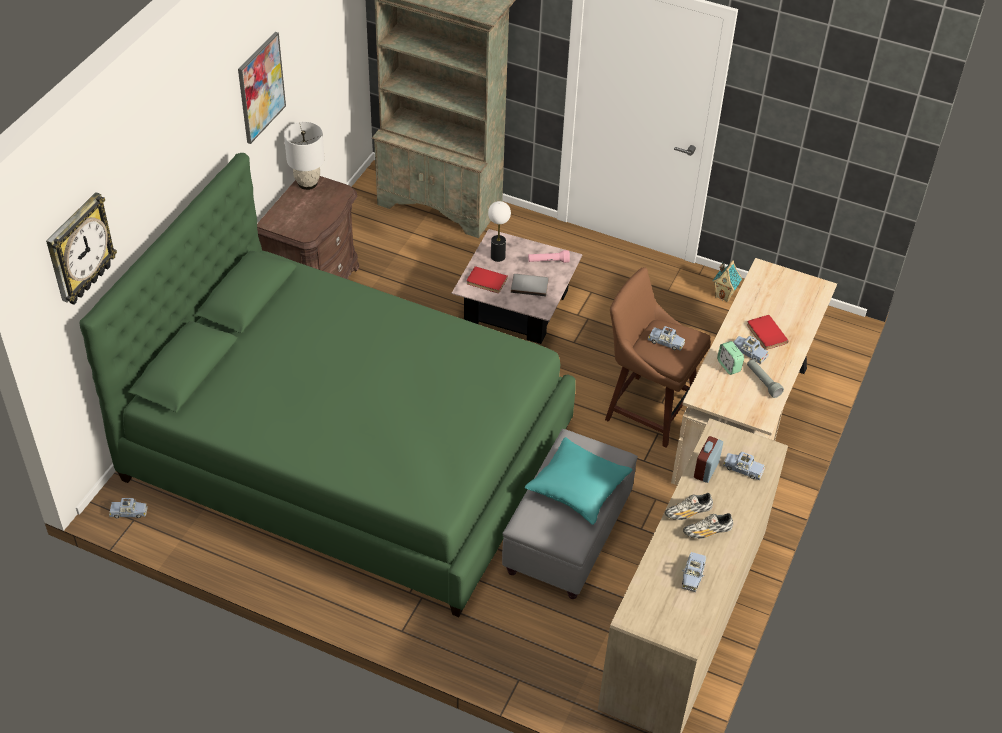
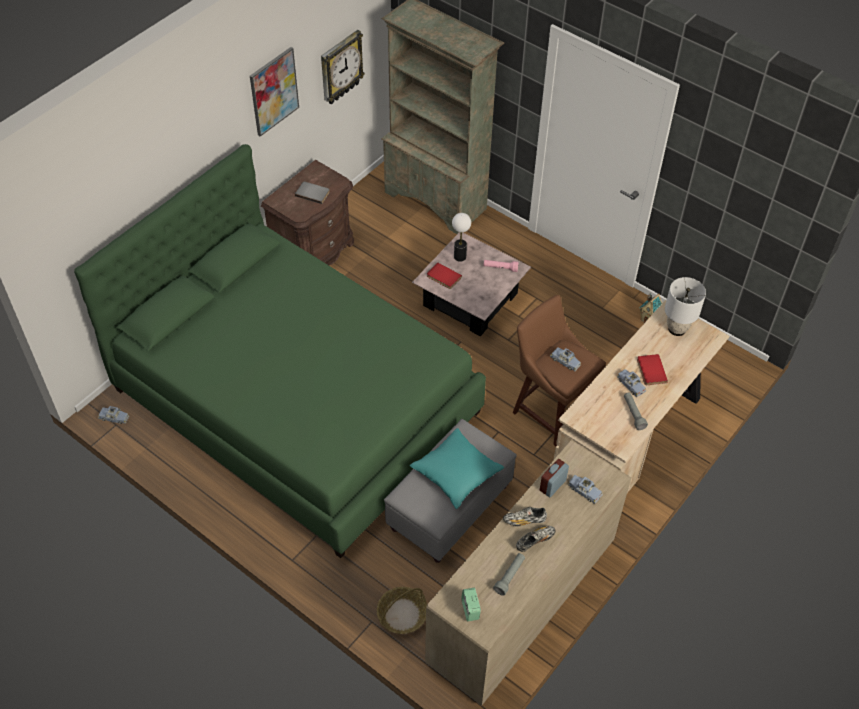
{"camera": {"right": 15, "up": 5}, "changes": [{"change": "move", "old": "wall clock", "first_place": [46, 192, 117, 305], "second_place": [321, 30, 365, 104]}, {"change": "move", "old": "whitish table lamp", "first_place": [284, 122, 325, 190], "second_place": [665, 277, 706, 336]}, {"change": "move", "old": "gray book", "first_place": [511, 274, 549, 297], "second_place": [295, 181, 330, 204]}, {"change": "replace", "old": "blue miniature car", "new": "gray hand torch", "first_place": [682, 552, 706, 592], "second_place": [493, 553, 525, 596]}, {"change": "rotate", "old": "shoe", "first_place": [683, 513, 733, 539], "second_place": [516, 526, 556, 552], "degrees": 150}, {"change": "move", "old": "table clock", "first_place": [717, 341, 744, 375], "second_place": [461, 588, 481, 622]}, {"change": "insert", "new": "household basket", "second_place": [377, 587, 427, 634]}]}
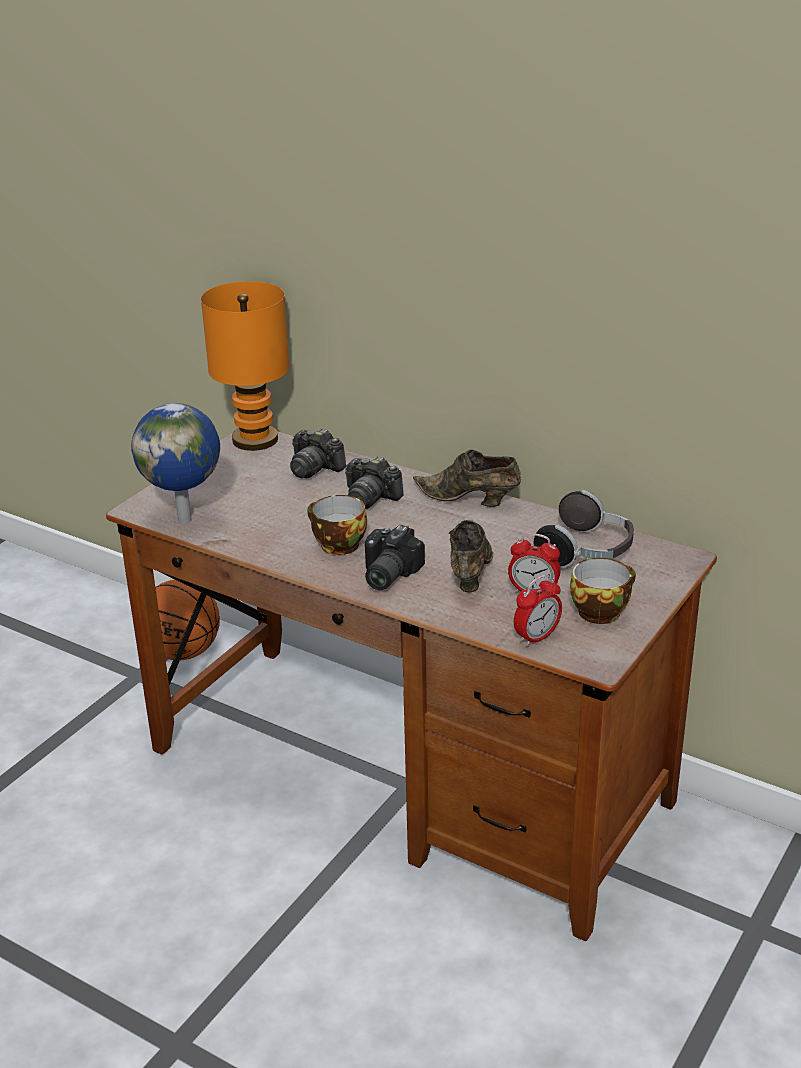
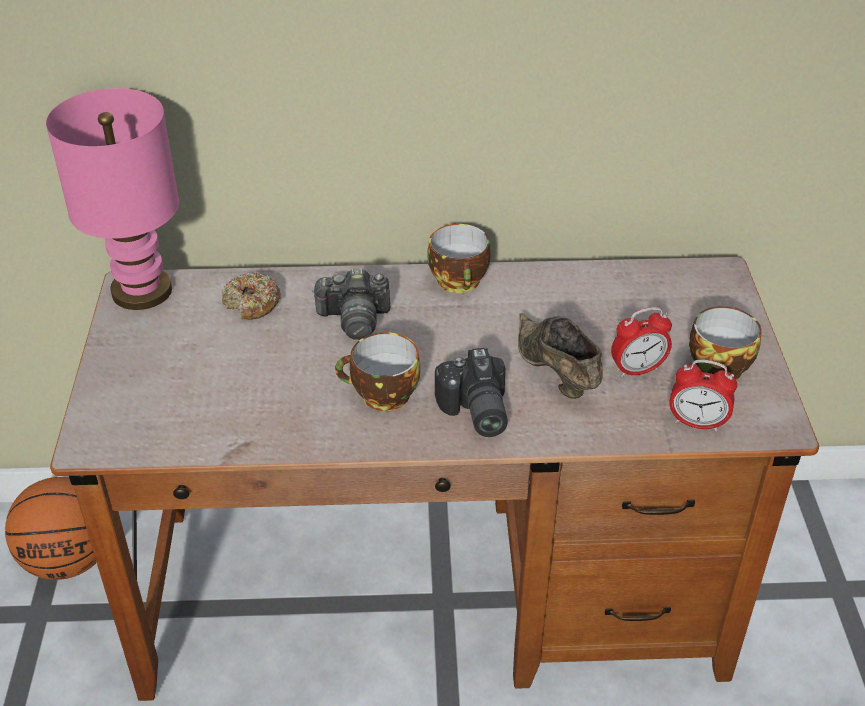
{"camera": {"right": -35, "up": 10}, "changes": [{"change": "delete", "old": "globe", "first_place": [131, 403, 220, 524]}, {"change": "recolor", "old": "orange table lamp", "new": "pinkish table lamp", "first_place": [201, 281, 290, 451], "second_place": [46, 88, 179, 310]}, {"change": "replace", "old": "photo camera", "new": "doughnut", "first_place": [290, 428, 346, 478], "second_place": [222, 272, 281, 320]}, {"change": "replace", "old": "brown-coloured shoe", "new": "drinking cup", "first_place": [413, 449, 521, 507], "second_place": [427, 224, 490, 293]}, {"change": "rotate", "old": "table clock", "first_place": [514, 574, 562, 647], "second_place": [669, 359, 737, 432], "degrees": 90}, {"change": "delete", "old": "headphones", "first_place": [534, 490, 634, 569]}]}
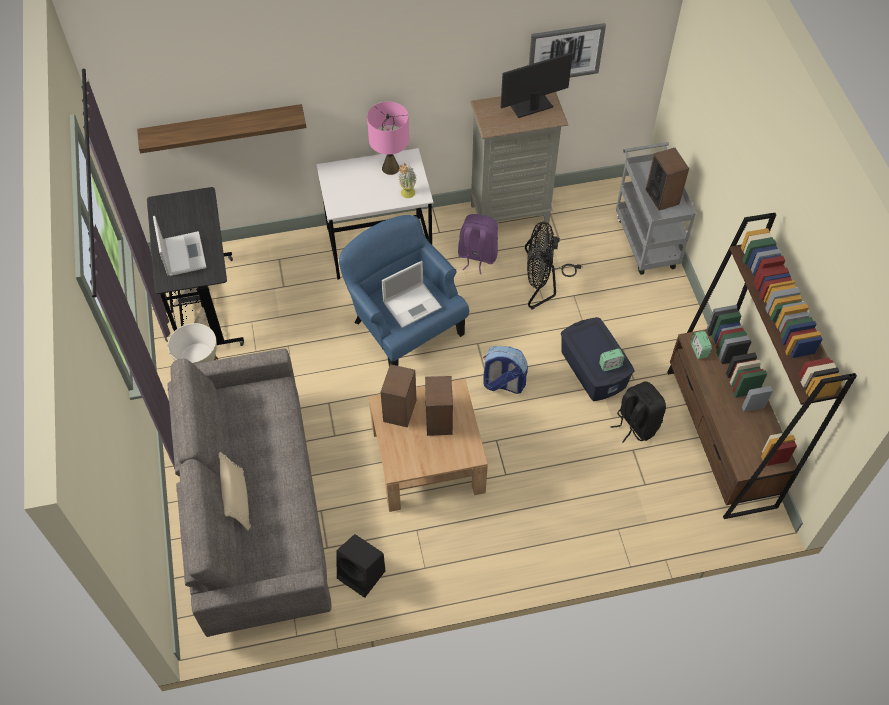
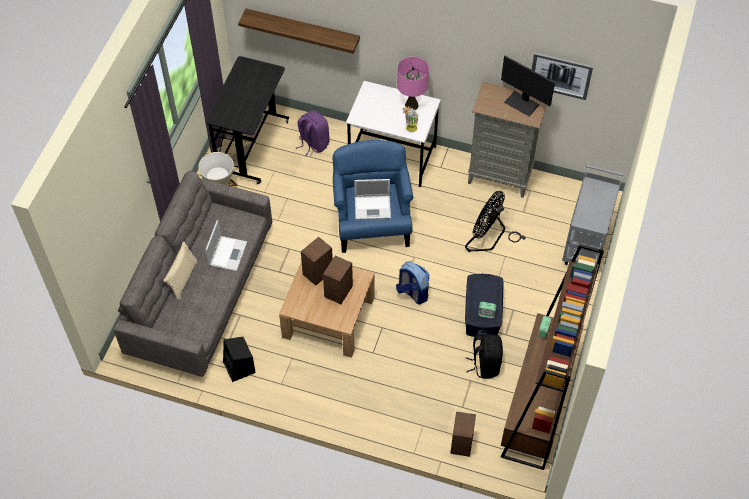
{"camera": {"right": 30, "up": 0}, "changes": [{"change": "move", "old": "laptop", "first_place": [153, 216, 206, 276], "second_place": [205, 220, 247, 271]}, {"change": "move", "old": "purplish knapsack", "first_place": [458, 214, 498, 274], "second_place": [296, 110, 330, 156]}, {"change": "rotate", "old": "computer display", "first_place": [501, 52, 573, 118], "second_place": [501, 56, 555, 117], "degrees": -150}, {"change": "move", "old": "loudspeaker", "first_place": [646, 148, 689, 210], "second_place": [450, 412, 476, 457]}]}
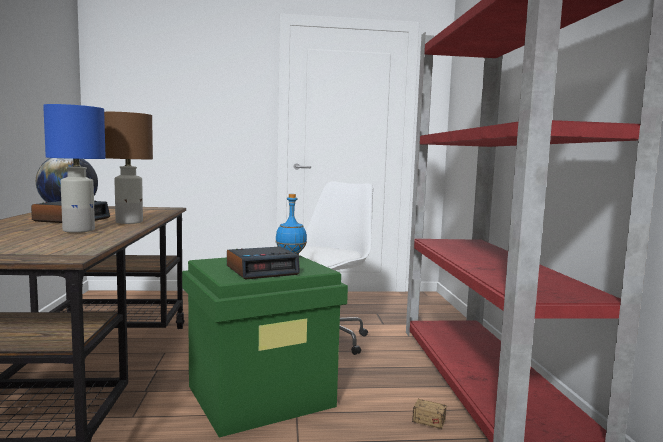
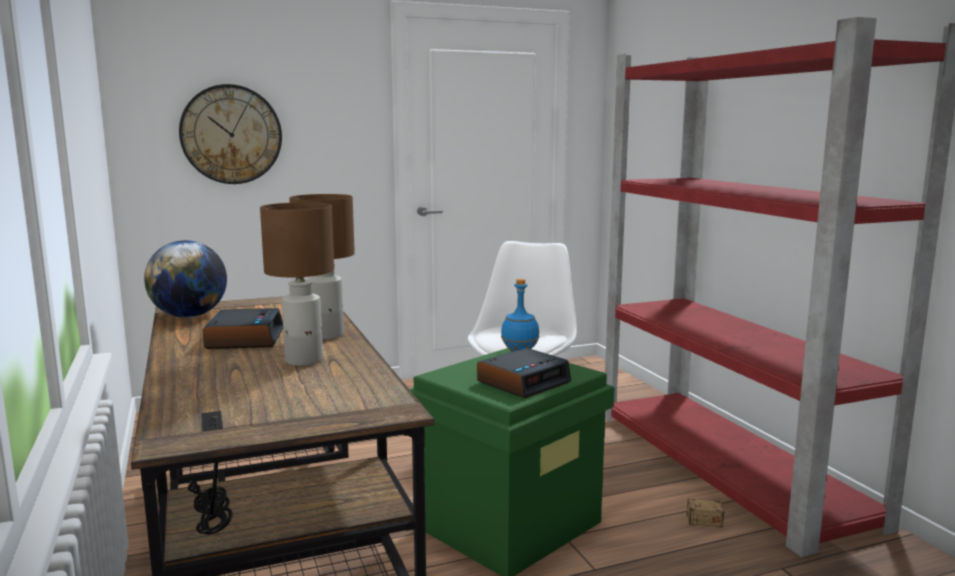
{"camera": {"right": -15, "up": 5}, "changes": [{"change": "recolor", "old": "blue table lamp", "new": "brown-coloured table lamp", "first_place": [43, 104, 106, 233], "second_place": [260, 202, 334, 366]}, {"change": "insert", "new": "wall clock", "second_place": [179, 84, 282, 184]}]}
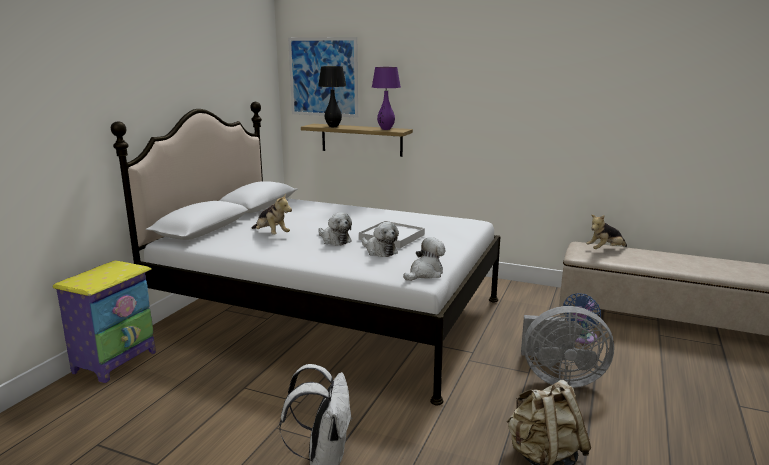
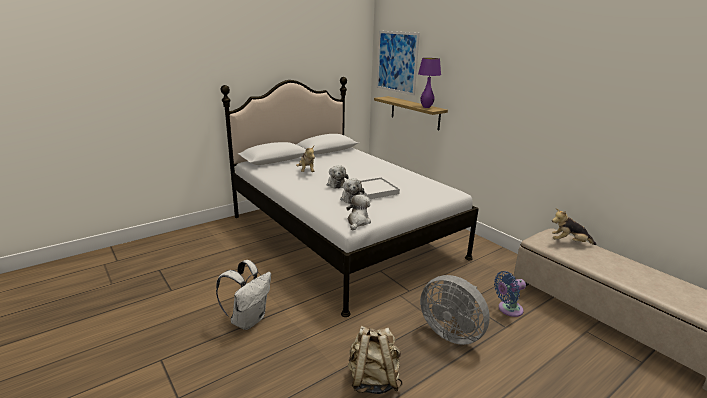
{"camera": {"right": 30, "up": 5}, "changes": [{"change": "delete", "old": "nightstand", "first_place": [53, 260, 156, 383]}, {"change": "delete", "old": "black table lamp", "first_place": [318, 66, 346, 127]}, {"change": "rotate", "old": "cuddly toy", "first_place": [403, 237, 445, 281], "second_place": [347, 195, 371, 231], "degrees": -60}]}
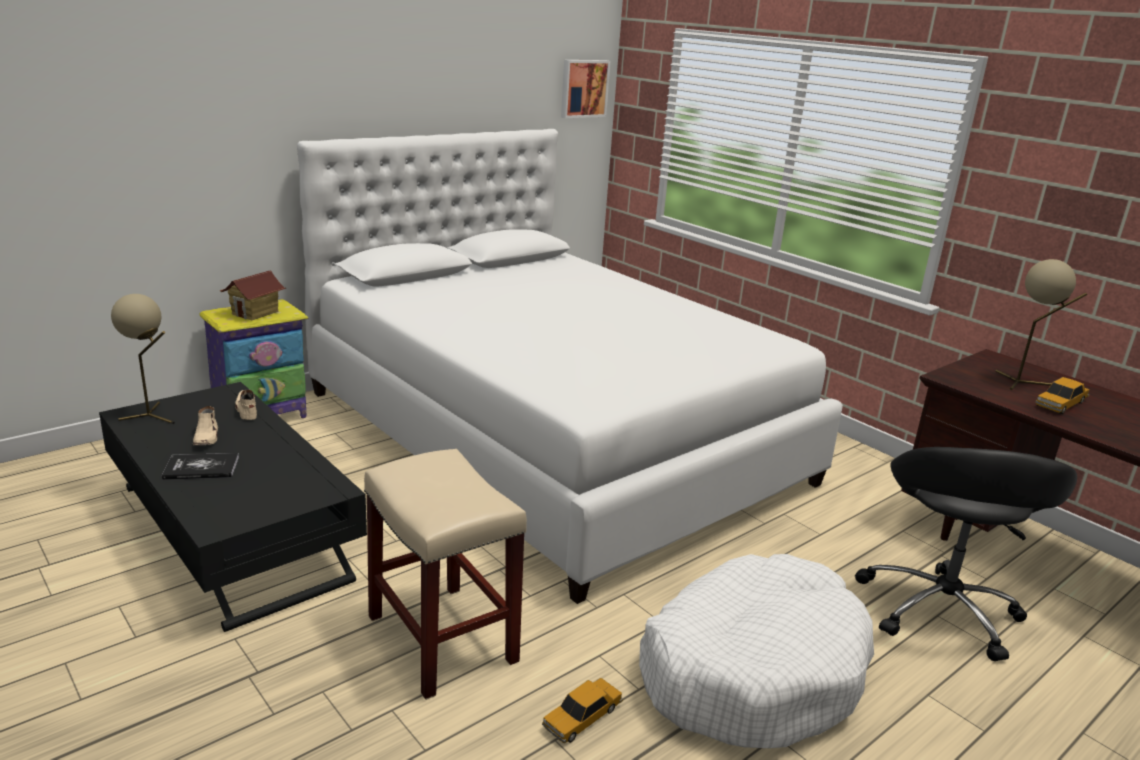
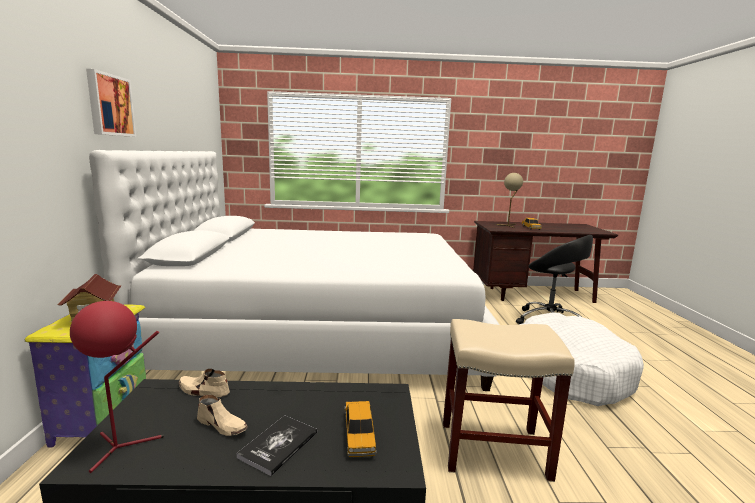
{"camera": {"right": -50, "up": -10}, "changes": [{"change": "recolor", "old": "beige-coloured table lamp", "new": "red table lamp", "first_place": [111, 294, 175, 424], "second_place": [70, 301, 164, 473]}, {"change": "move", "old": "miniature car", "first_place": [542, 678, 623, 743], "second_place": [345, 401, 376, 457]}, {"change": "move", "old": "wall art", "first_place": [561, 60, 610, 118], "second_place": [86, 69, 136, 137]}]}
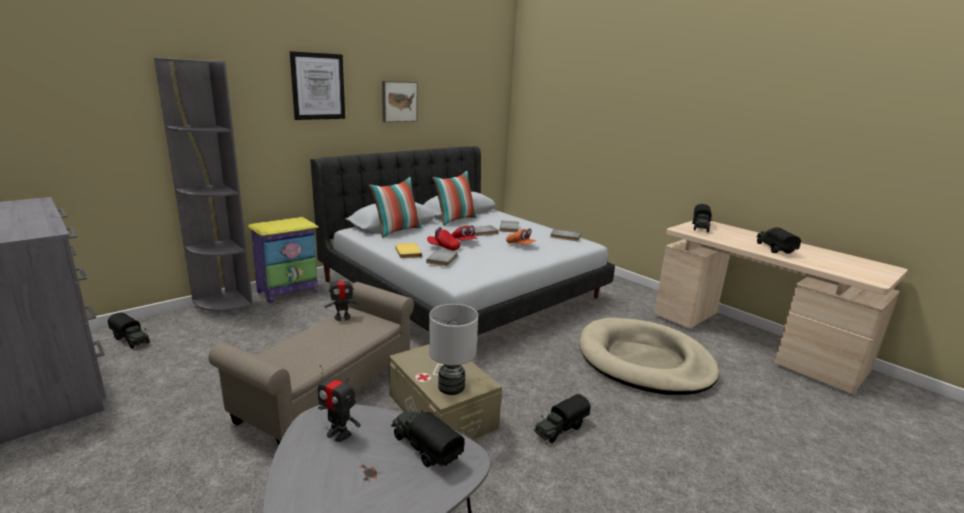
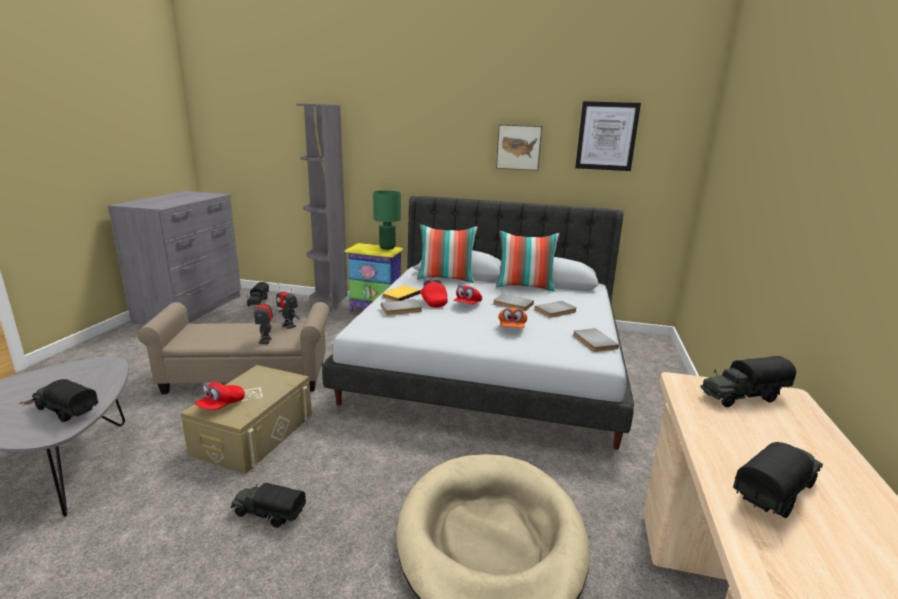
{"camera": {"right": 55, "up": 0}, "changes": [{"change": "move", "old": "wall art", "first_place": [290, 51, 345, 120], "second_place": [575, 101, 641, 171]}, {"change": "move", "old": "toy robot", "first_place": [318, 365, 361, 442], "second_place": [254, 294, 273, 344]}, {"change": "rotate", "old": "model truck", "first_place": [391, 410, 465, 467], "second_place": [32, 379, 98, 422], "degrees": -75}, {"change": "replace", "old": "gray table lamp", "new": "red peaked cap", "first_place": [429, 304, 478, 395], "second_place": [195, 382, 245, 410]}, {"change": "insert", "new": "greenish table lamp", "second_place": [373, 191, 401, 250]}]}
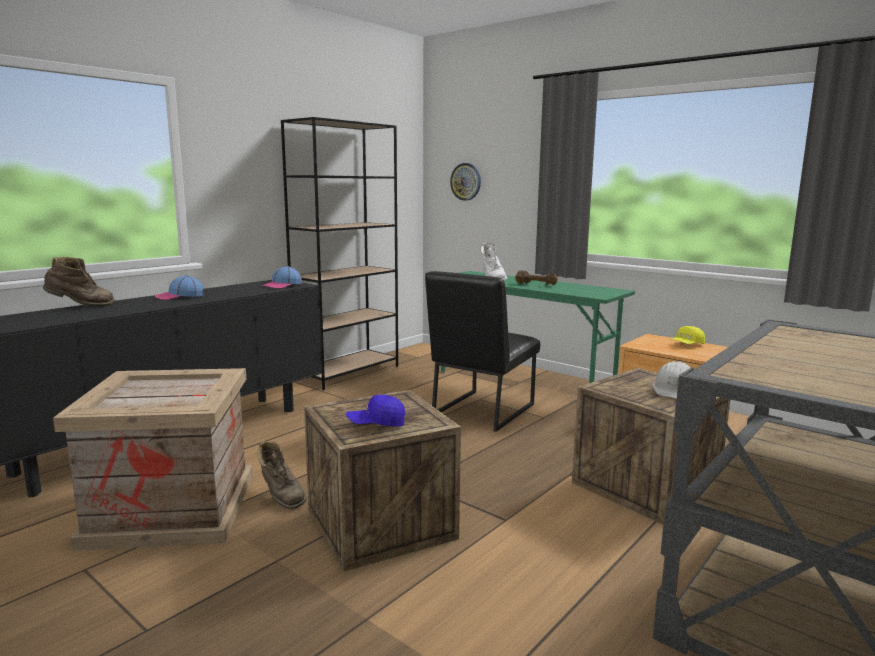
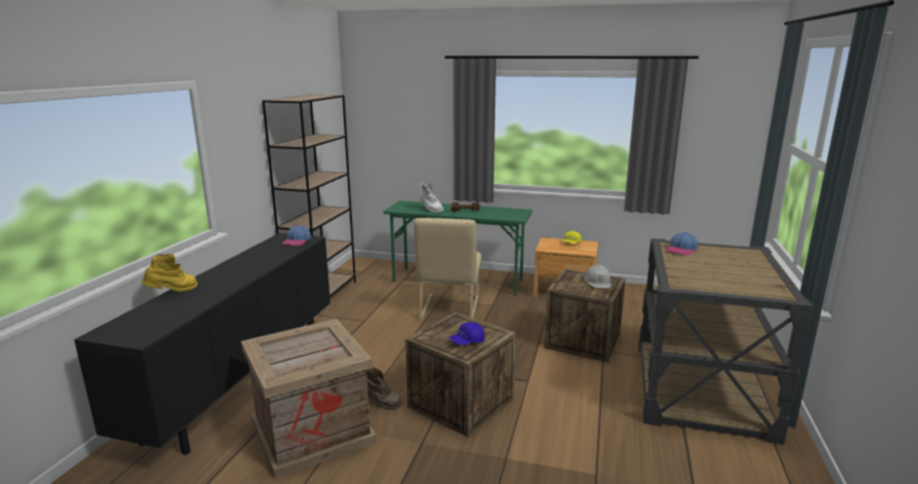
{"camera": {"right": -25, "up": 5}, "changes": [{"change": "recolor", "old": "brown-coloured tall boot", "new": "yellowish tall boot", "first_place": [43, 257, 114, 307], "second_place": [142, 253, 198, 292]}, {"change": "move", "old": "peaked cap", "first_place": [155, 275, 204, 300], "second_place": [665, 232, 698, 255]}, {"change": "recolor", "old": "black chair", "new": "beige-coloured chair", "first_place": [425, 271, 540, 432], "second_place": [414, 218, 482, 320]}, {"change": "delete", "old": "wall clock", "first_place": [450, 163, 481, 201]}]}
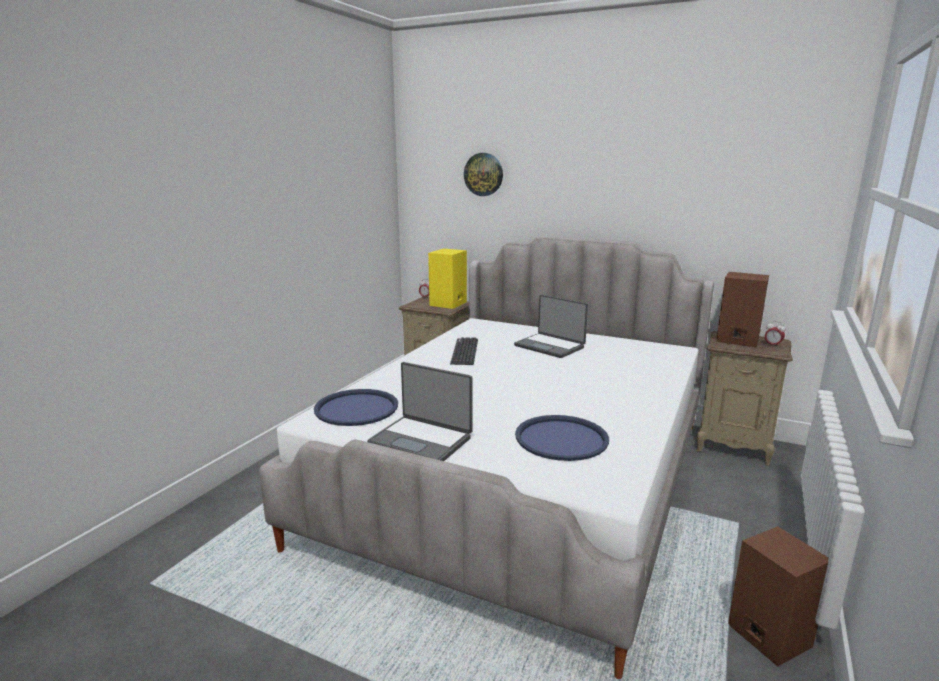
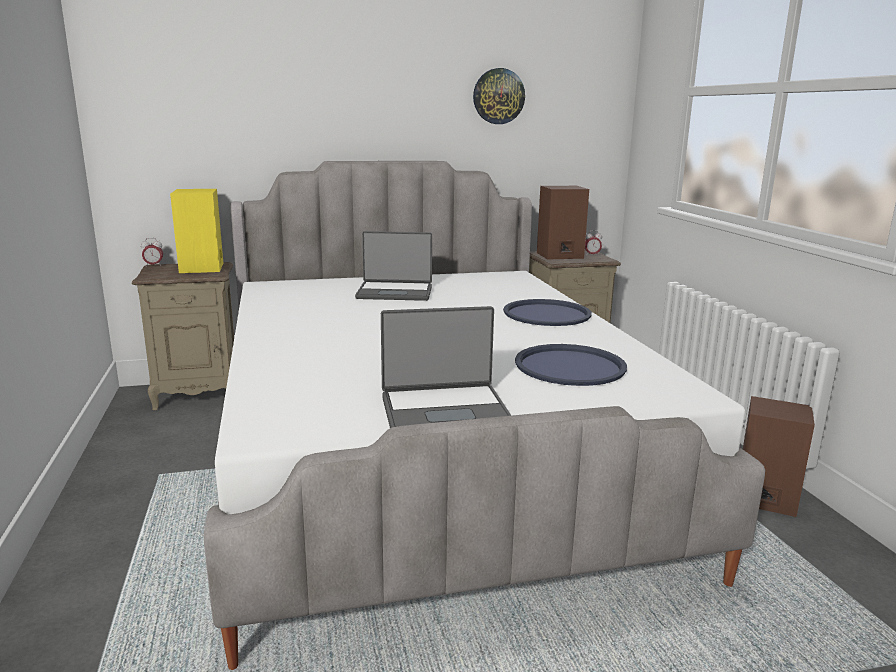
{"camera": {"right": -40, "up": 0}, "changes": [{"change": "move", "old": "blue tray", "first_place": [314, 389, 398, 426], "second_place": [503, 299, 592, 326]}, {"change": "delete", "old": "computer keyboard", "first_place": [450, 337, 478, 365]}, {"change": "move", "old": "wall clock", "first_place": [464, 153, 503, 196], "second_place": [473, 68, 525, 124]}]}
